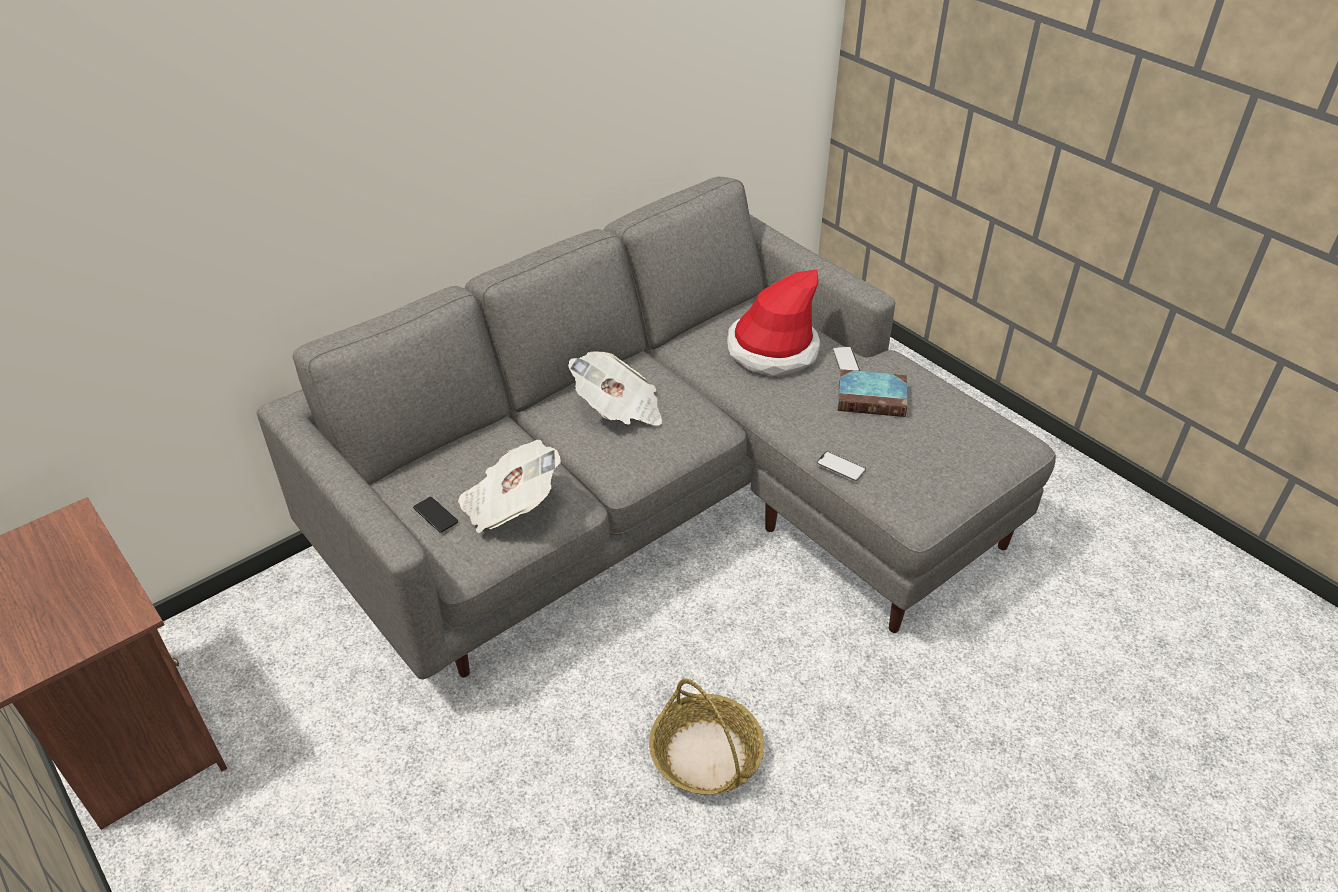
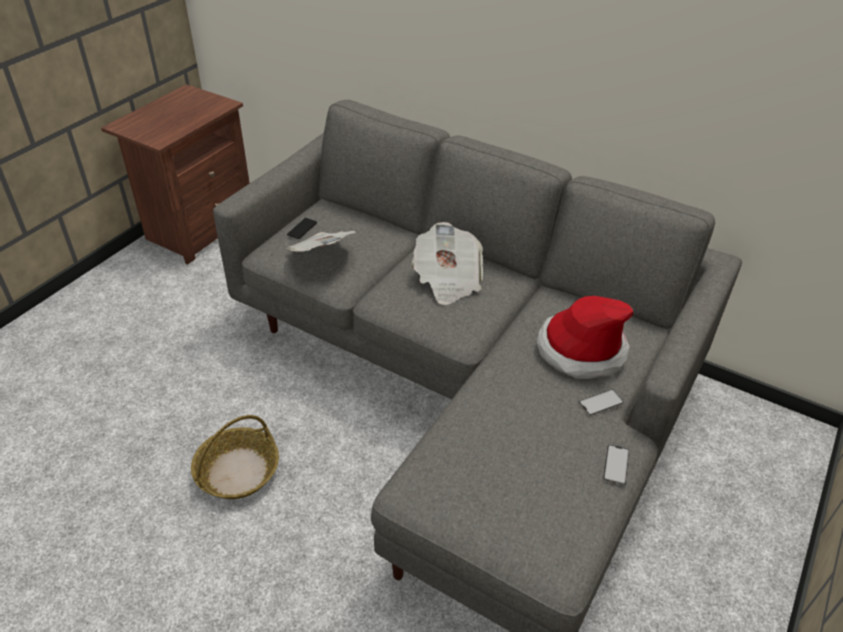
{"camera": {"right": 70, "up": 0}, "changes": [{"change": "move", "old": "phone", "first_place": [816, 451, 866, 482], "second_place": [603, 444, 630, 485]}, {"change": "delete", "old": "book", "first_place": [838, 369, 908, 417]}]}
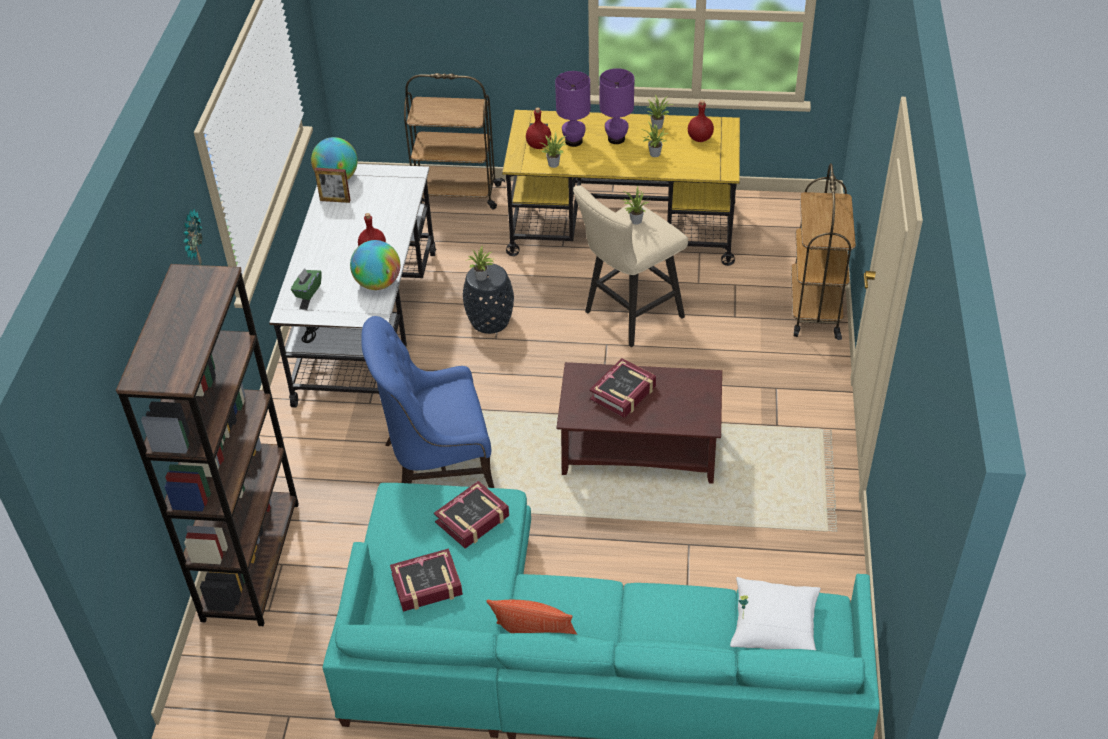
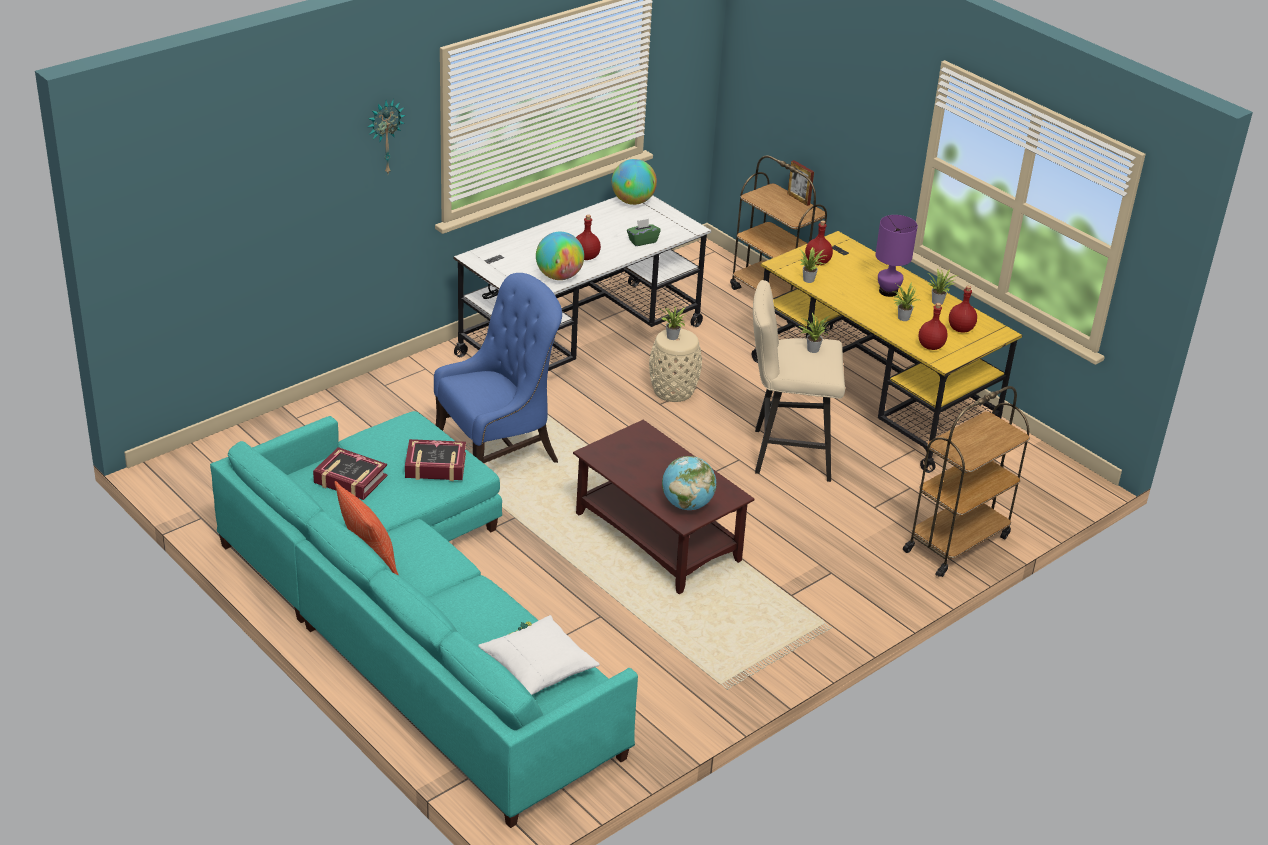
{"camera": {"right": 40, "up": -10}, "changes": [{"change": "delete", "old": "brown-coloured bookshelf", "first_place": [116, 264, 299, 626]}, {"change": "move", "old": "greenish tissue holder", "first_place": [291, 268, 321, 300], "second_place": [627, 219, 661, 246]}, {"change": "move", "old": "photo frame", "first_place": [314, 168, 351, 203], "second_place": [788, 160, 814, 206]}, {"change": "rotate", "old": "blue chair", "first_place": [361, 316, 494, 488], "second_place": [434, 273, 562, 463], "degrees": 120}, {"change": "recolor", "old": "black stool seat", "new": "beige-coloured stool seat", "first_place": [463, 263, 514, 334], "second_place": [649, 329, 702, 402]}, {"change": "delete", "old": "purplish table lamp", "first_place": [555, 71, 590, 147]}, {"change": "delete", "old": "book", "first_place": [590, 358, 656, 418]}, {"change": "insert", "new": "globe", "second_place": [662, 456, 716, 510]}, {"change": "insert", "new": "red bottle", "second_place": [919, 303, 948, 350]}]}
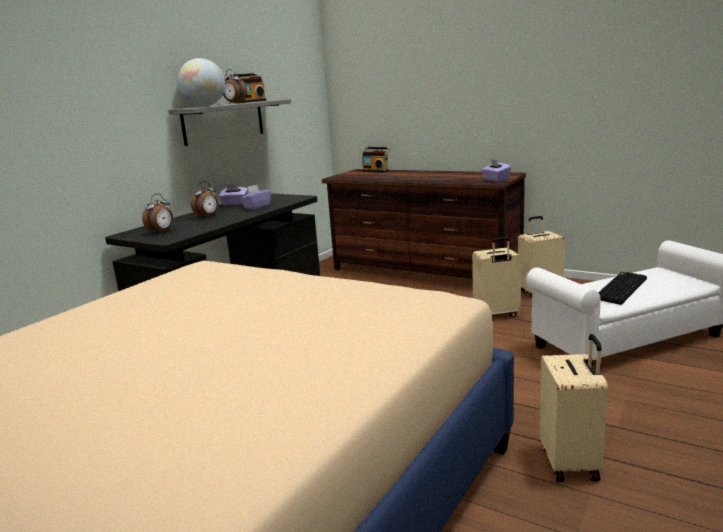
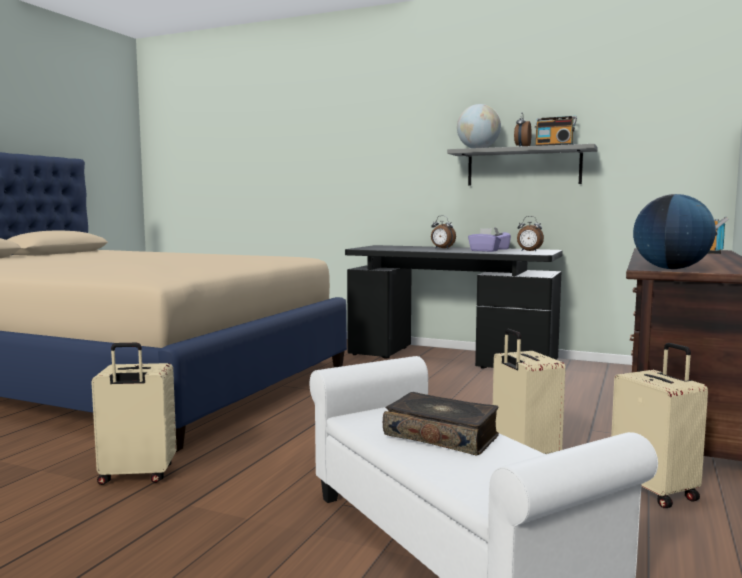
{"camera": {"right": 80, "up": -10}, "changes": [{"change": "move", "old": "table clock", "first_place": [142, 194, 173, 234], "second_place": [517, 216, 544, 251]}, {"change": "replace", "old": "purplish tissue holder", "new": "globe", "first_place": [481, 159, 511, 182], "second_place": [633, 194, 716, 269]}, {"change": "replace", "old": "computer keyboard", "new": "book", "first_place": [598, 272, 647, 305], "second_place": [383, 392, 499, 455]}]}
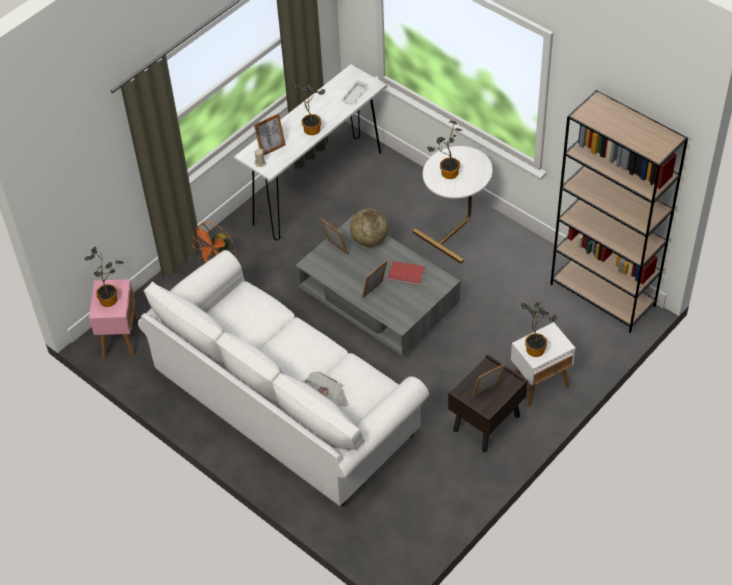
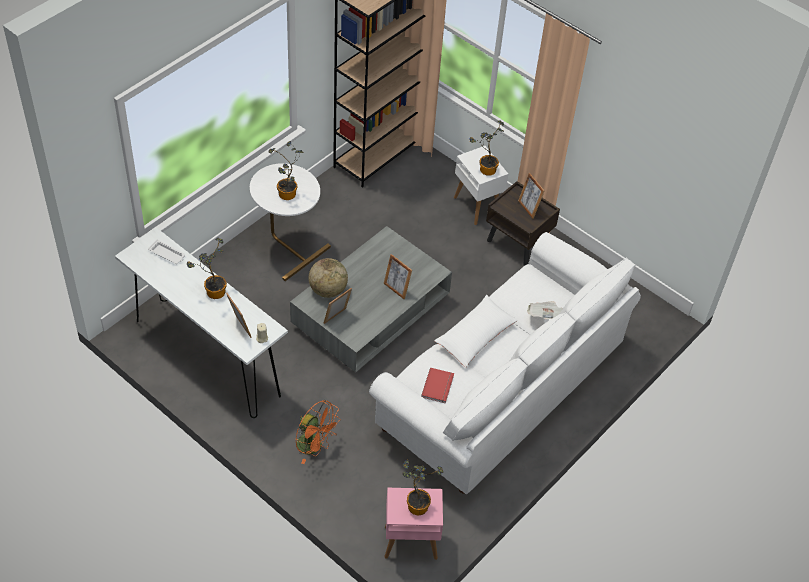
{"camera": {"right": -95, "up": 0}, "changes": [{"change": "move", "old": "red book", "first_place": [388, 261, 425, 286], "second_place": [421, 367, 454, 403]}, {"change": "insert", "new": "whitish pillow", "second_place": [434, 295, 518, 368]}]}
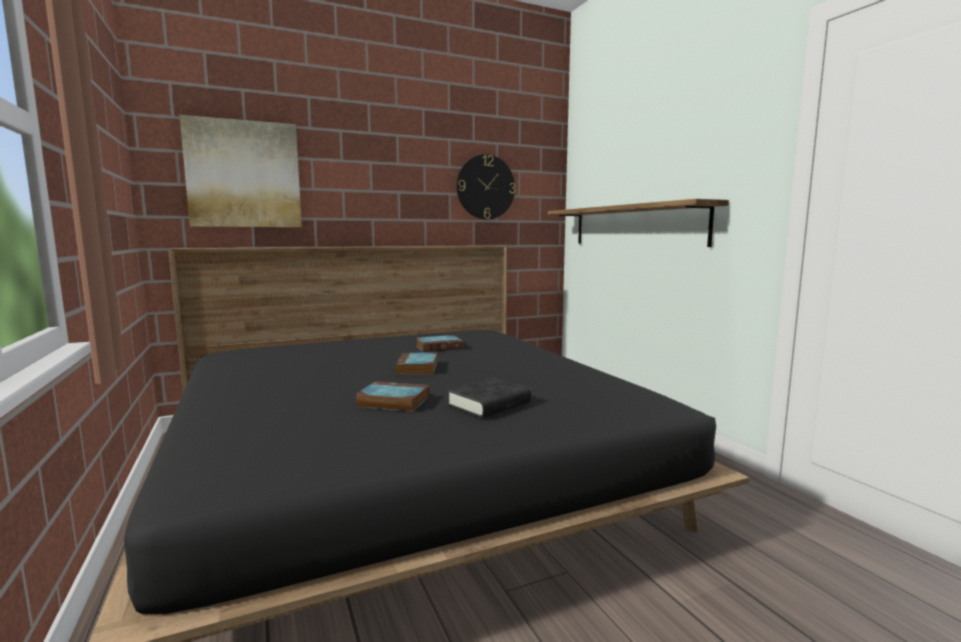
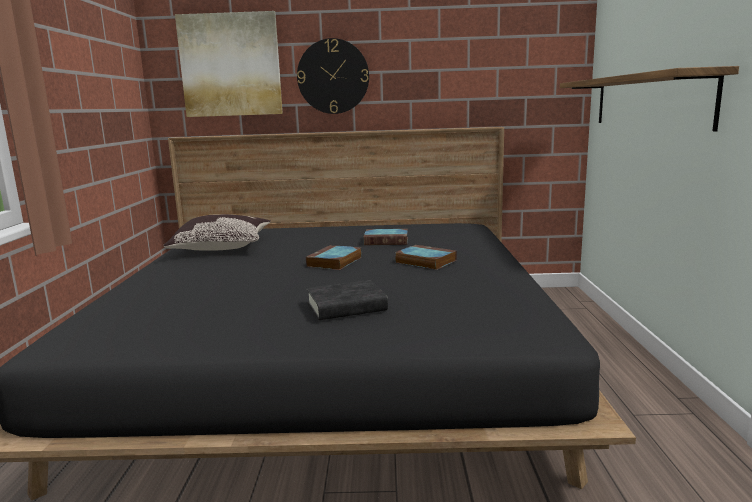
{"camera": {"right": 25, "up": 5}, "changes": [{"change": "move", "old": "book", "first_place": [356, 381, 429, 412], "second_place": [395, 245, 457, 270]}, {"change": "move", "old": "wall clock", "first_place": [456, 154, 516, 220], "second_place": [297, 38, 369, 114]}, {"change": "insert", "new": "pillow", "second_place": [163, 214, 271, 251]}]}
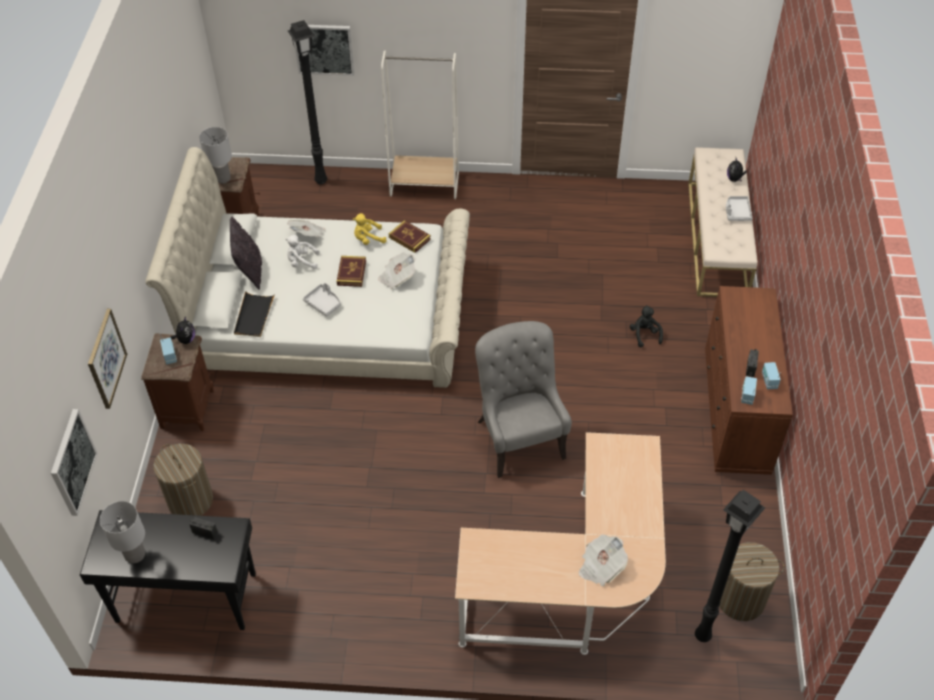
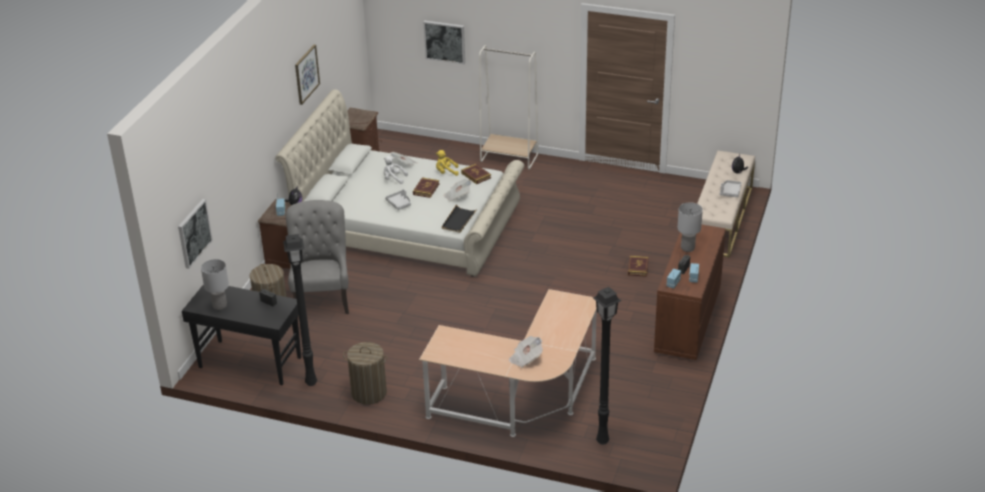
{"camera": {"right": 15, "up": -15}, "changes": [{"change": "move", "old": "wall art", "first_place": [88, 309, 127, 409], "second_place": [295, 45, 320, 105]}, {"change": "move", "old": "gray table lamp", "first_place": [199, 127, 232, 184], "second_place": [677, 202, 703, 252]}, {"change": "delete", "old": "black pillow", "first_place": [230, 217, 262, 290]}, {"change": "move", "old": "black tray", "first_place": [234, 291, 275, 337], "second_place": [442, 204, 477, 233]}, {"change": "move", "old": "black standard lamp", "first_place": [288, 20, 327, 184], "second_place": [283, 234, 317, 386]}, {"change": "move", "old": "gray chair", "first_place": [475, 321, 572, 478], "second_place": [286, 200, 349, 314]}, {"change": "replace", "old": "black cuddly toy", "new": "book", "first_place": [630, 305, 663, 348], "second_place": [628, 256, 649, 277]}, {"change": "move", "old": "washing basket", "first_place": [719, 542, 785, 621], "second_place": [343, 342, 387, 405]}]}
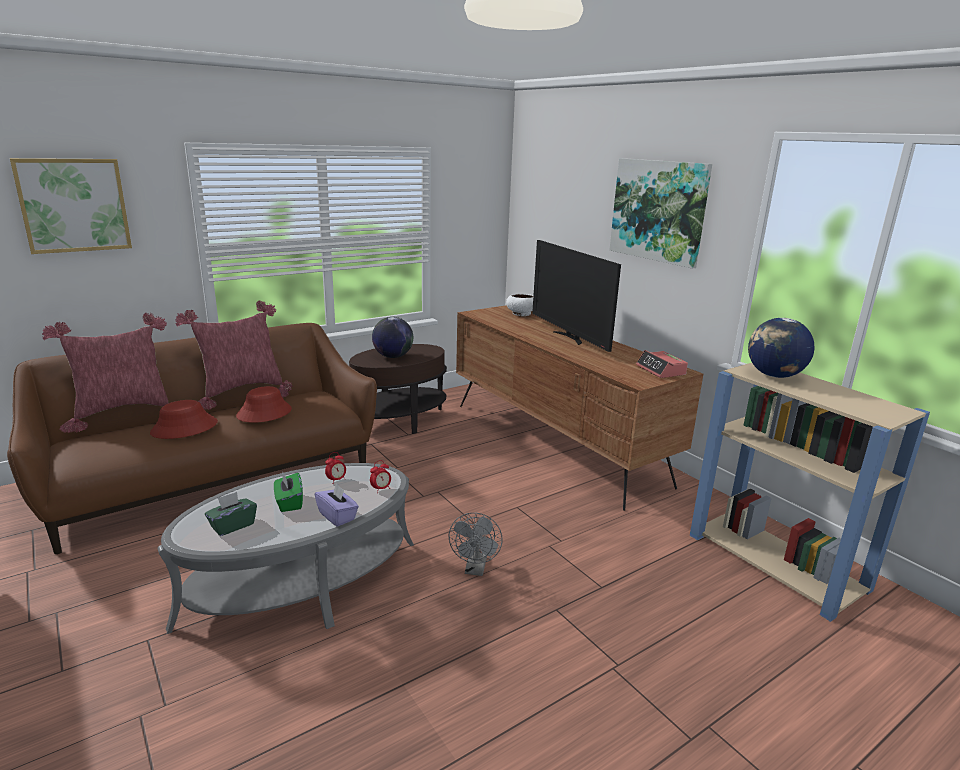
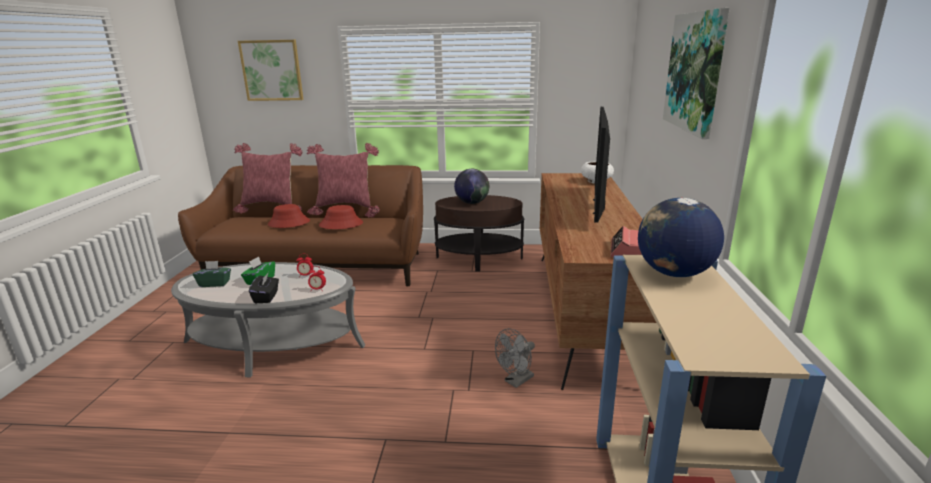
{"camera": {"right": 40, "up": 0}, "changes": [{"change": "recolor", "old": "purplish tissue holder", "new": "black tissue holder", "first_place": [315, 484, 359, 527], "second_place": [249, 272, 279, 303]}, {"change": "move", "old": "gray electric fan", "first_place": [449, 513, 503, 576], "second_place": [495, 328, 535, 388]}]}
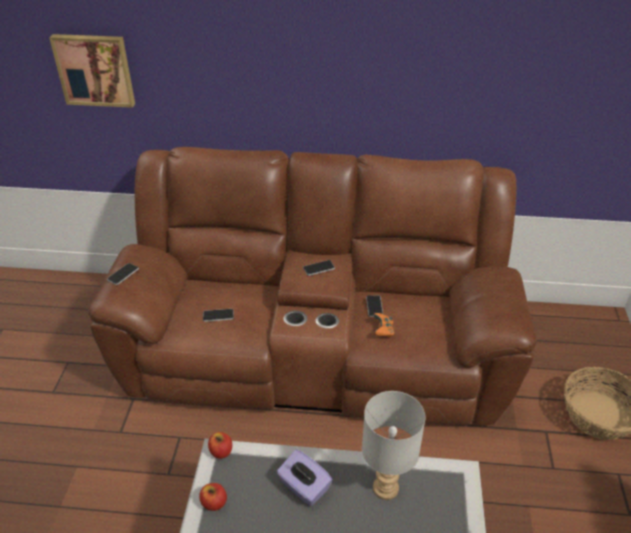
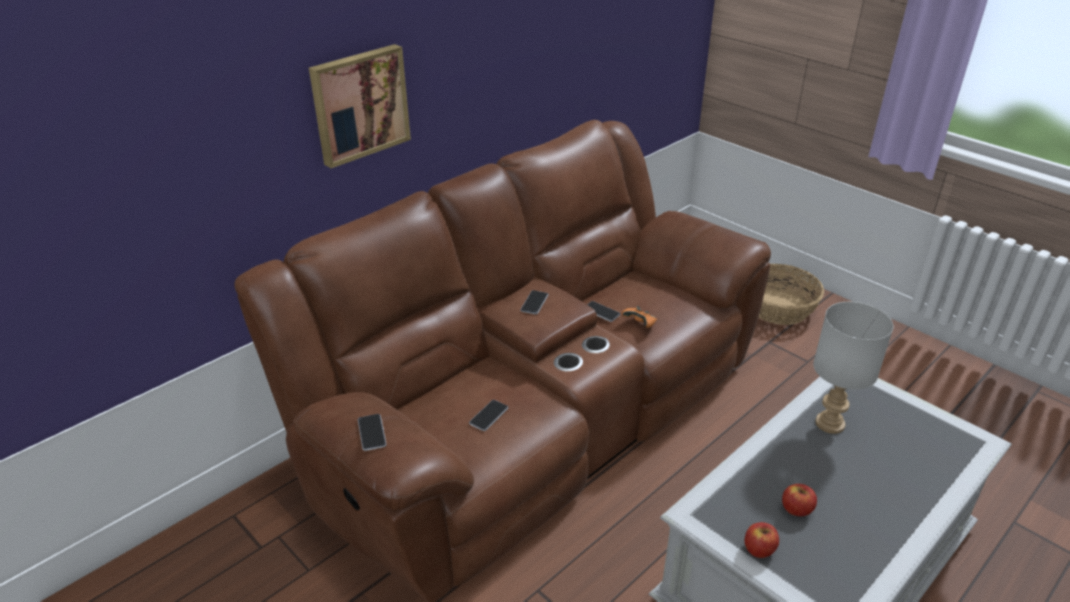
{"camera": {"right": -50, "up": -5}, "changes": [{"change": "move", "old": "wall art", "first_place": [49, 34, 135, 108], "second_place": [309, 44, 411, 168]}, {"change": "move", "old": "apple", "first_place": [208, 432, 232, 459], "second_place": [782, 484, 817, 517]}, {"change": "delete", "old": "purplish tissue holder", "first_place": [276, 449, 332, 506]}]}
